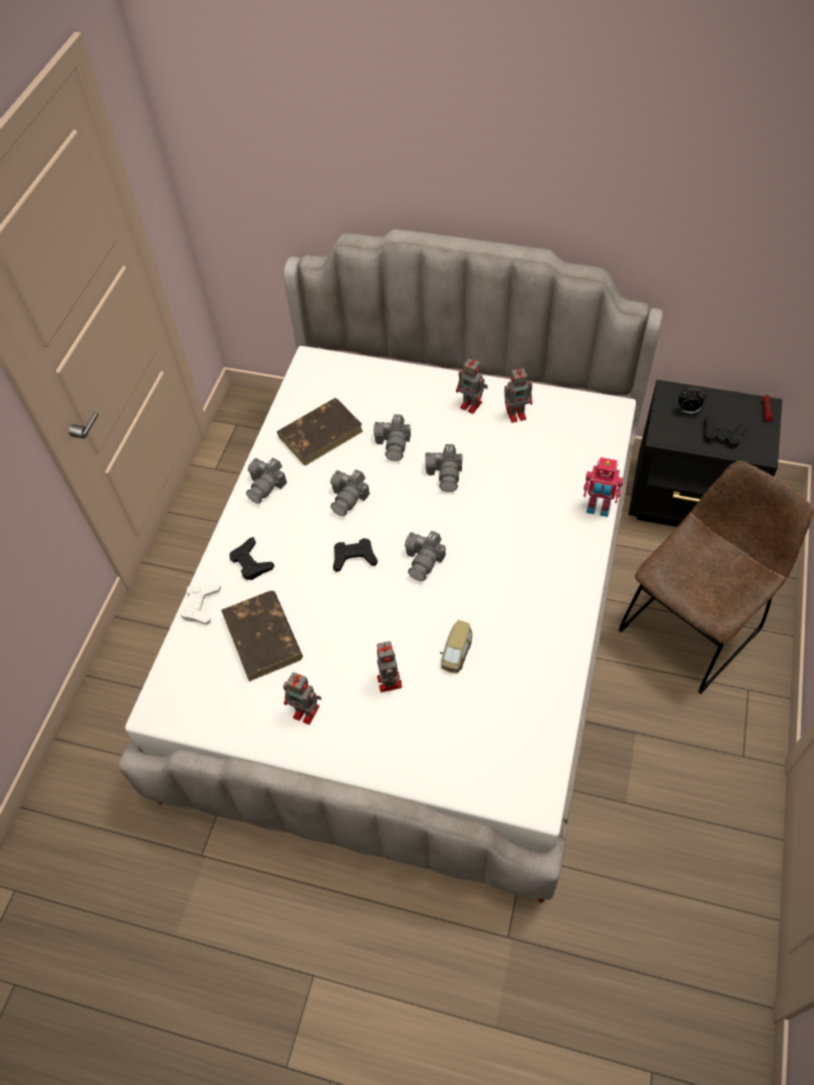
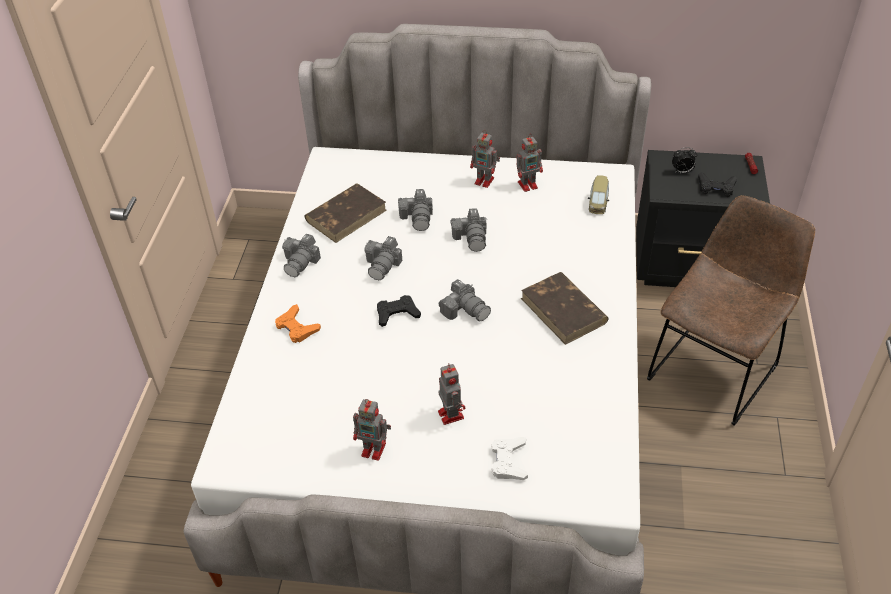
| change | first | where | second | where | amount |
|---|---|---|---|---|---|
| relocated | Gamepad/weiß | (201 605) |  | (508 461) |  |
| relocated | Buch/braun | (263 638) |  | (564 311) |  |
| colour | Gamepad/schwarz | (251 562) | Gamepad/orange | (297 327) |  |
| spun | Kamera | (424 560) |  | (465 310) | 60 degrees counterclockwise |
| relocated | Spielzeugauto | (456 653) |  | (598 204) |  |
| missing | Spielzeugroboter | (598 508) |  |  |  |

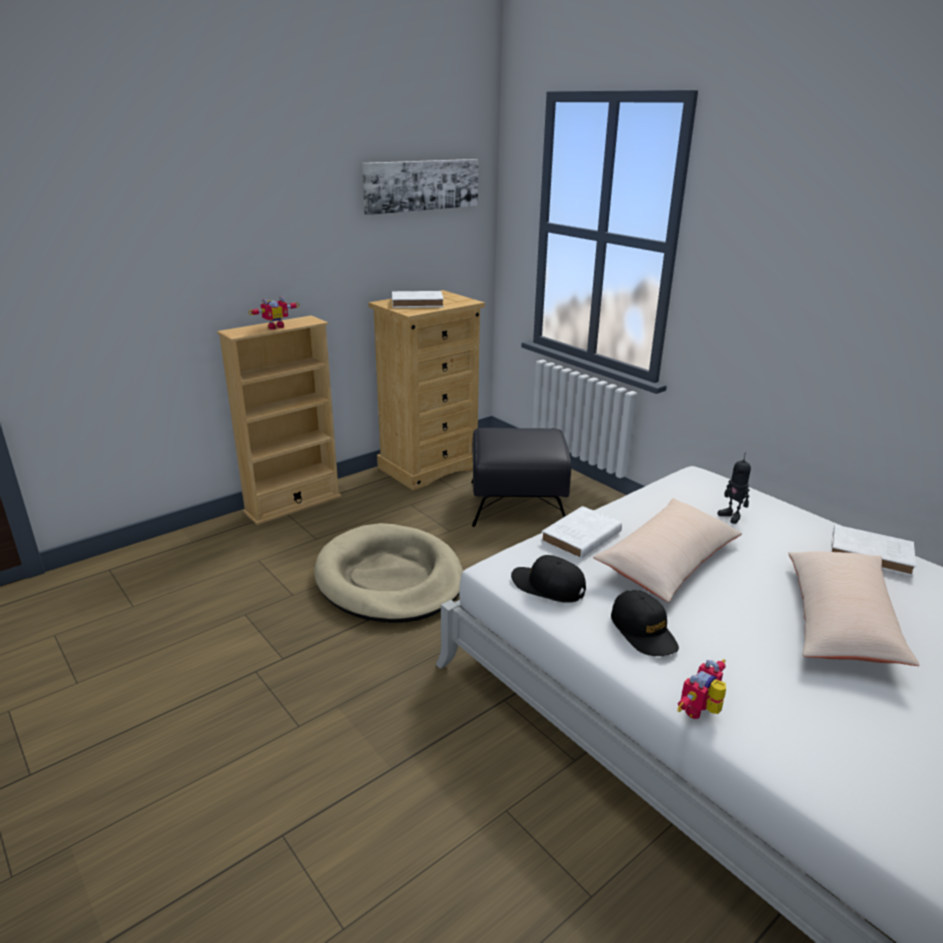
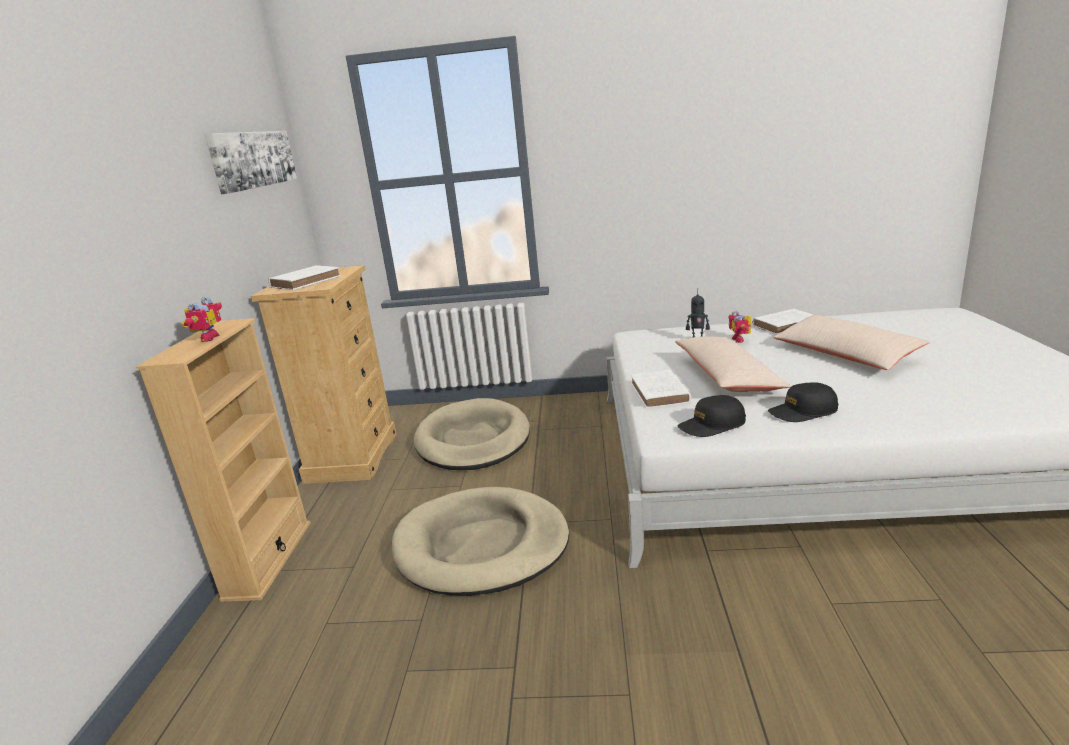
| change | first | where | second | where | amount |
|---|---|---|---|---|---|
| exchanged | Polsterhocker/schwarz | (516 503) | Hundebett/beige | (473 440) |  |
| spun | Kappe/schwarz | (643 631) |  | (803 412) | 150 degrees clockwise |
| relocated | Spielzeugroboter | (702 712) |  | (741 339) |  |

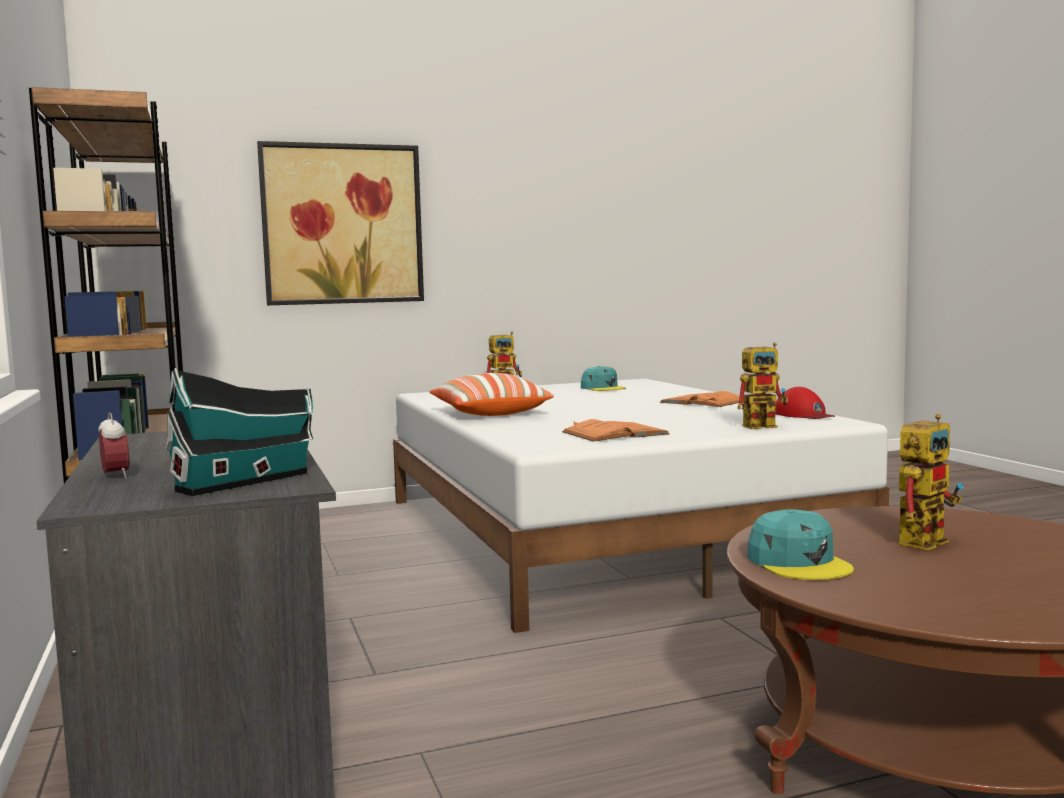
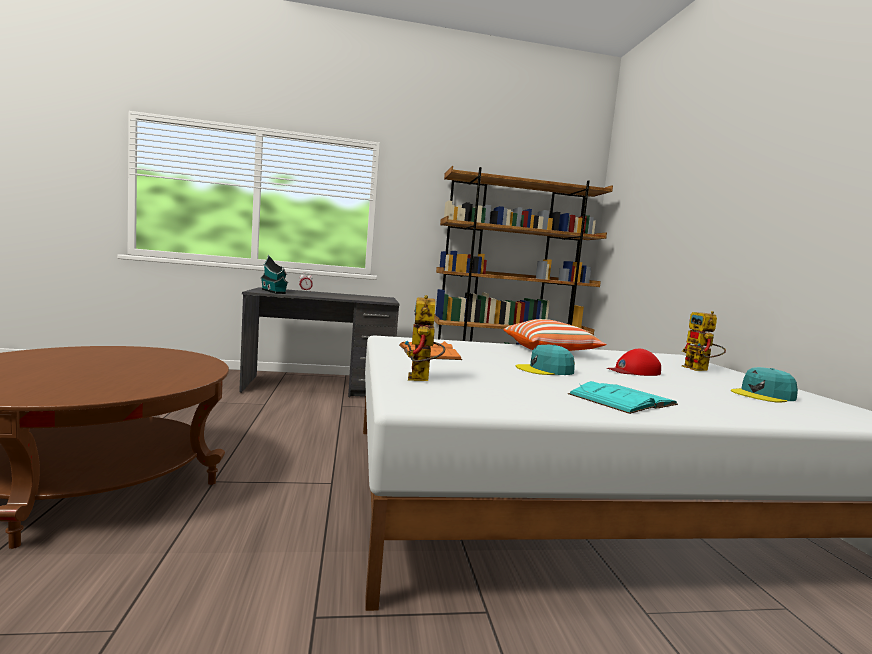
| change | first | where | second | where | amount |
|---|---|---|---|---|---|
| missing | Bild | (342 224) |  |  |  |
| colour | Buch/orange | (703 402) | Buch/türkis | (622 399) |  |
| relocated | Kappe/türkis | (799 562) |  | (545 370) |  |
| relocated | Kappe/rot | (803 415) |  | (633 371) |  |
| missing | Spielzeugroboter | (924 539) |  |  |  |

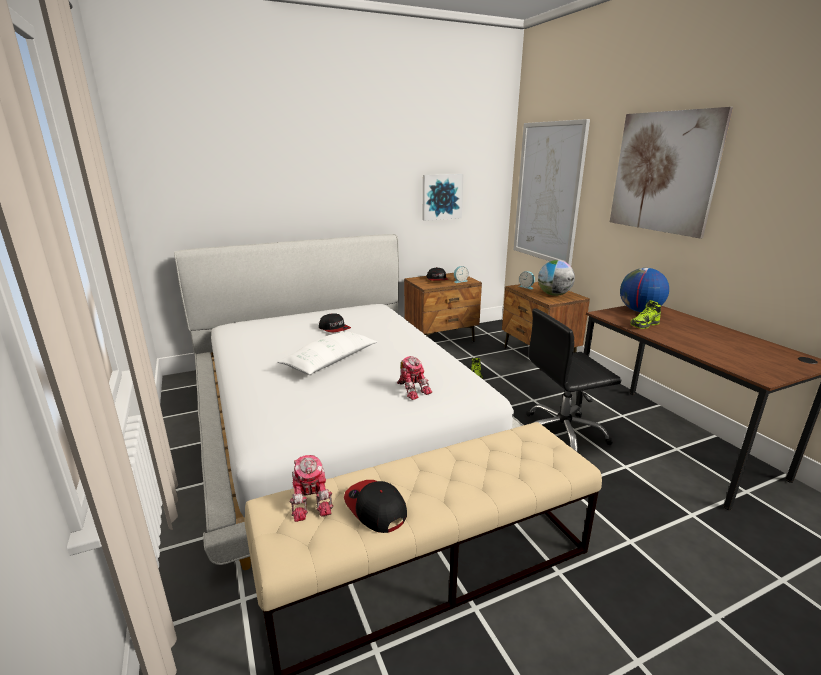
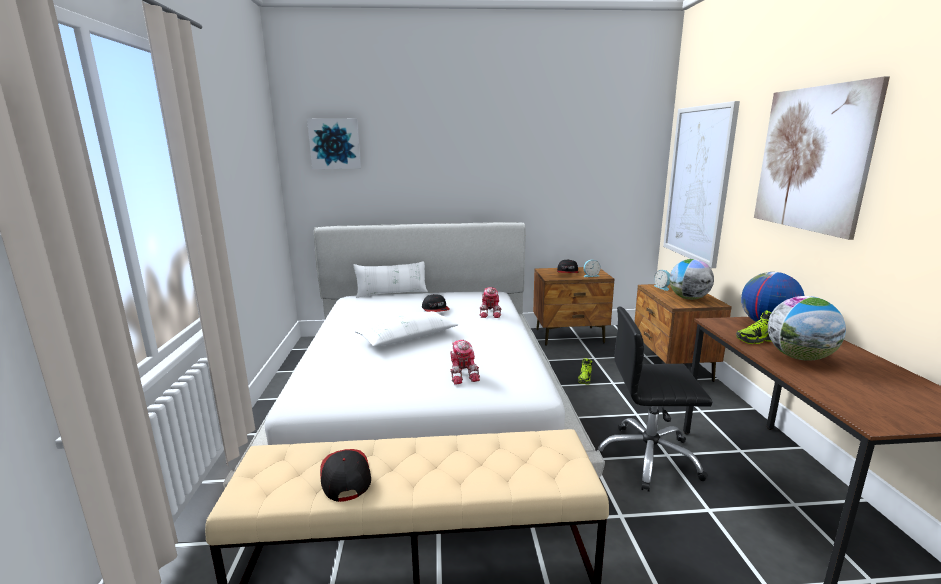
| change | first | where | second | where | amount |
|---|---|---|---|---|---|
| relocated | Spielzeugroboter | (312 500) |  | (491 313) |  |
| relocated | Bild | (441 197) |  | (335 144) |  |
| appeared |  |  | Kissen/weiß | (392 294) |  |
| appeared |  |  | Globus | (799 357) |  |

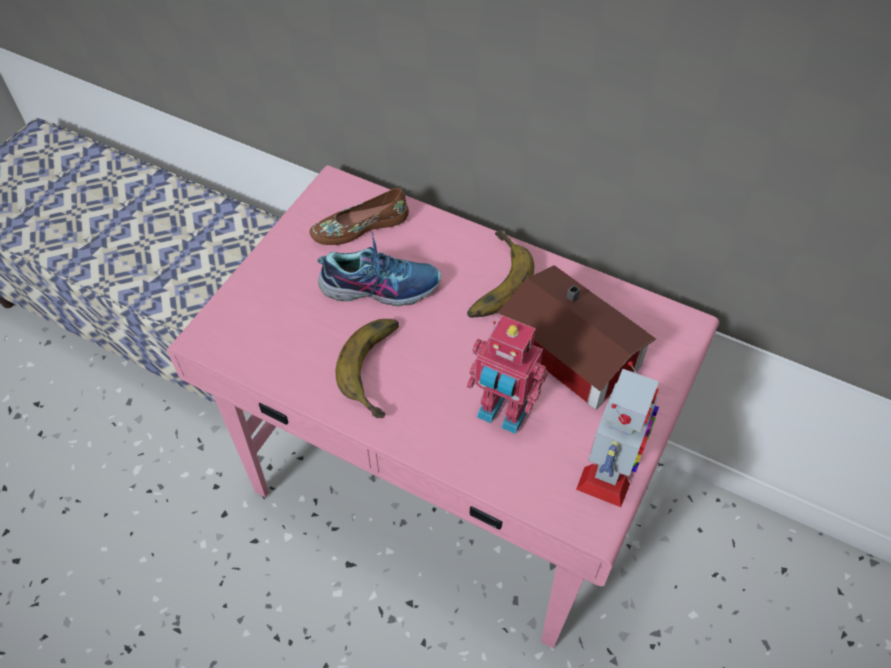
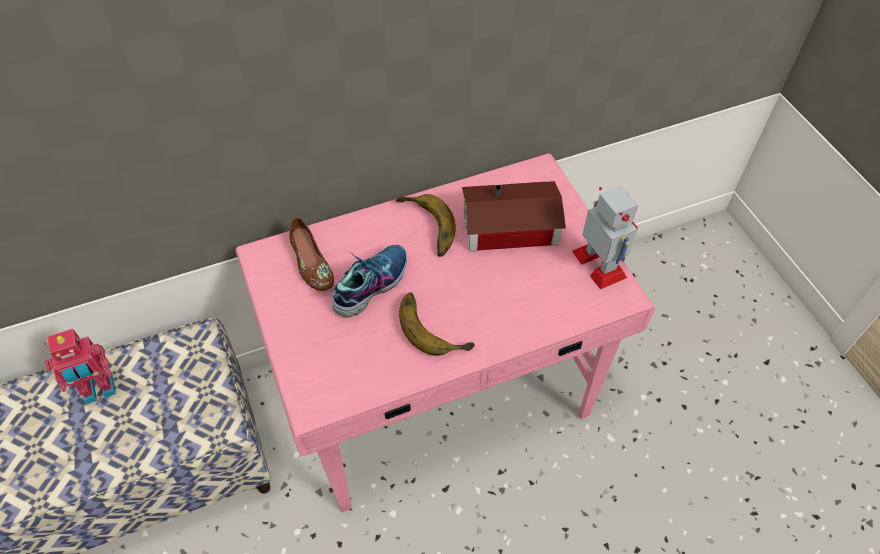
| change | first | where | second | where | amount |
|---|---|---|---|---|---|
| spun | Schuh/braun | (359 226) |  | (311 263) | 45 degrees counterclockwise |
| relocated | Spielzeugroboter | (502 414) |  | (99 390) |  |

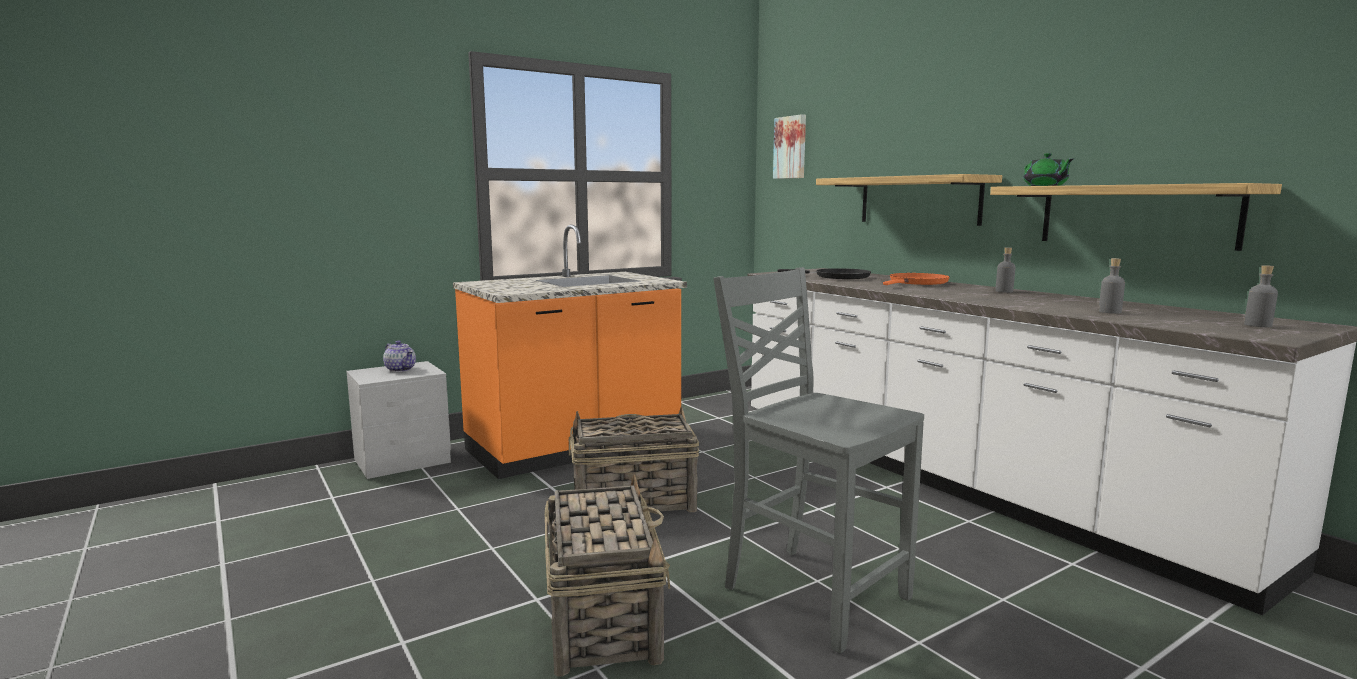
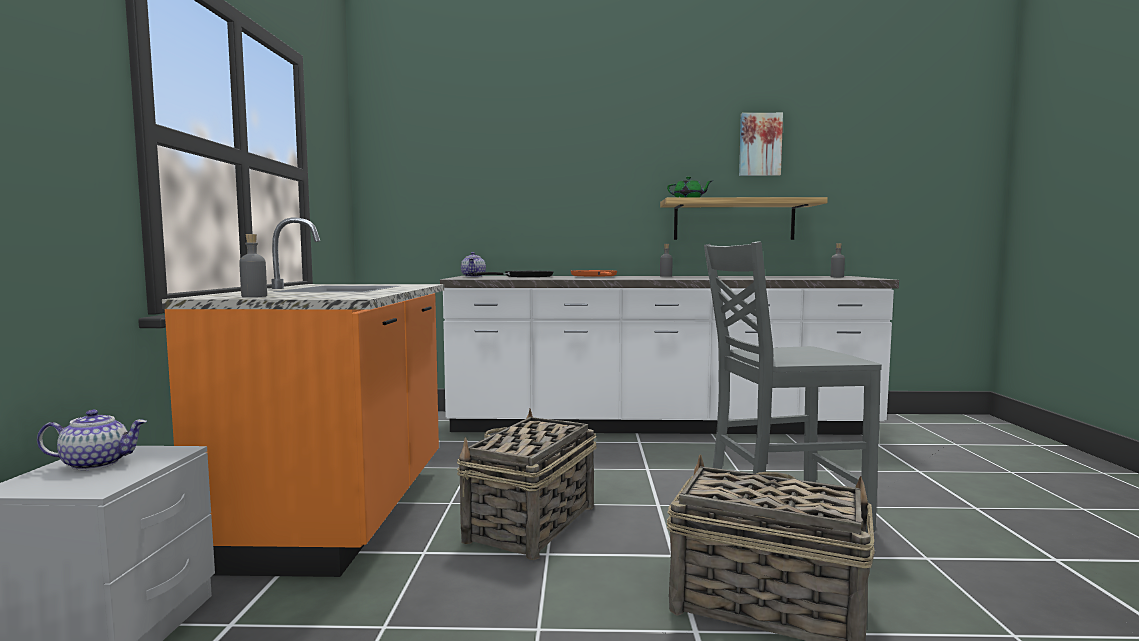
| change | first | where | second | where | amount |
|---|---|---|---|---|---|
| relocated | Bild | (791 147) |  | (759 145) |  |
| missing | Wandregal | (918 200) |  |  |  |
| relocated | Flasche/grau | (1109 312) |  | (254 296) |  |
| appeared |  |  | Teekanne | (473 276) |  |

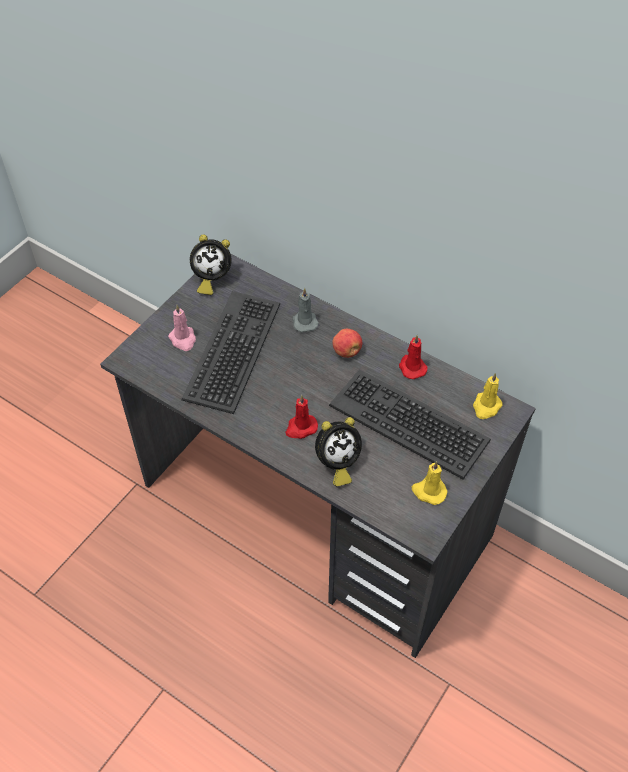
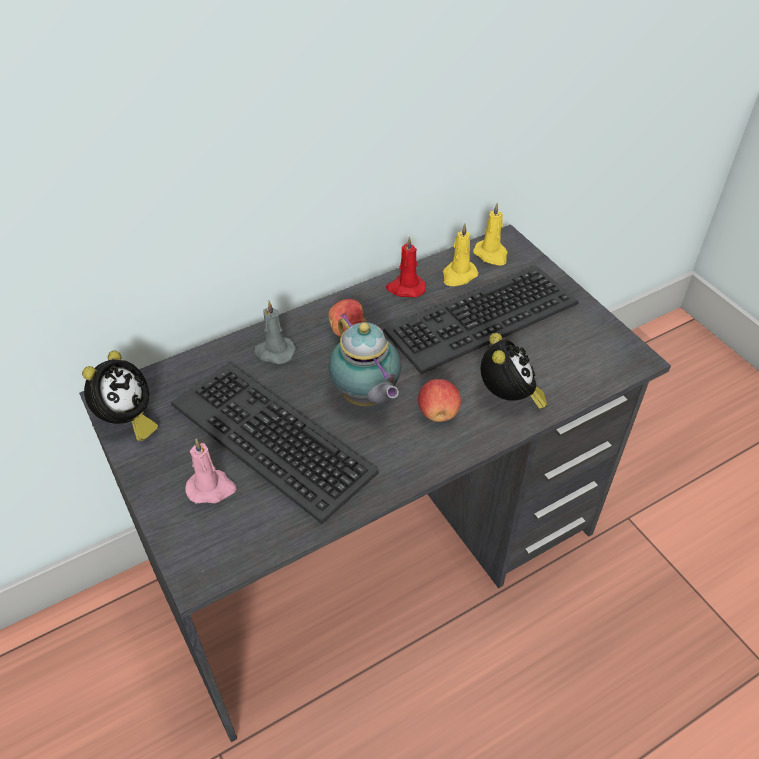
| change | first | where | second | where | amount |
|---|---|---|---|---|---|
| exchanged | Kerze/rot | (301 428) | Apfel | (438 412) |  |
| relocated | Kerze/gelb | (428 491) |  | (458 275) |  |
| appeared |  |  | Teekanne | (366 398) |  |

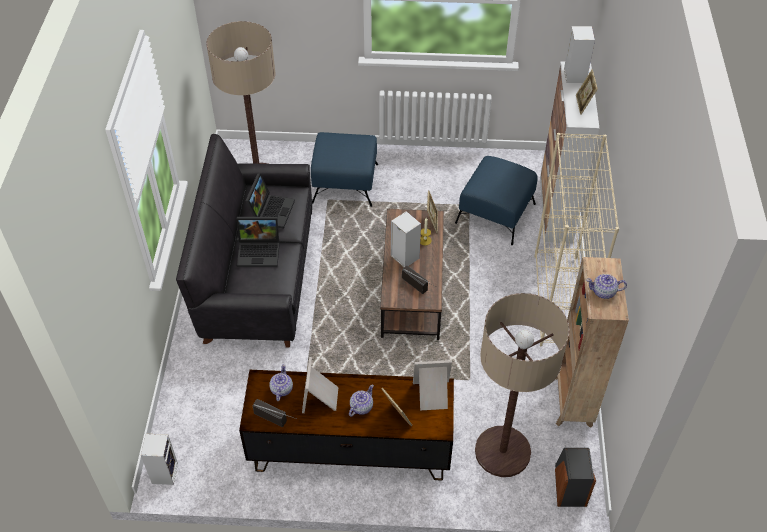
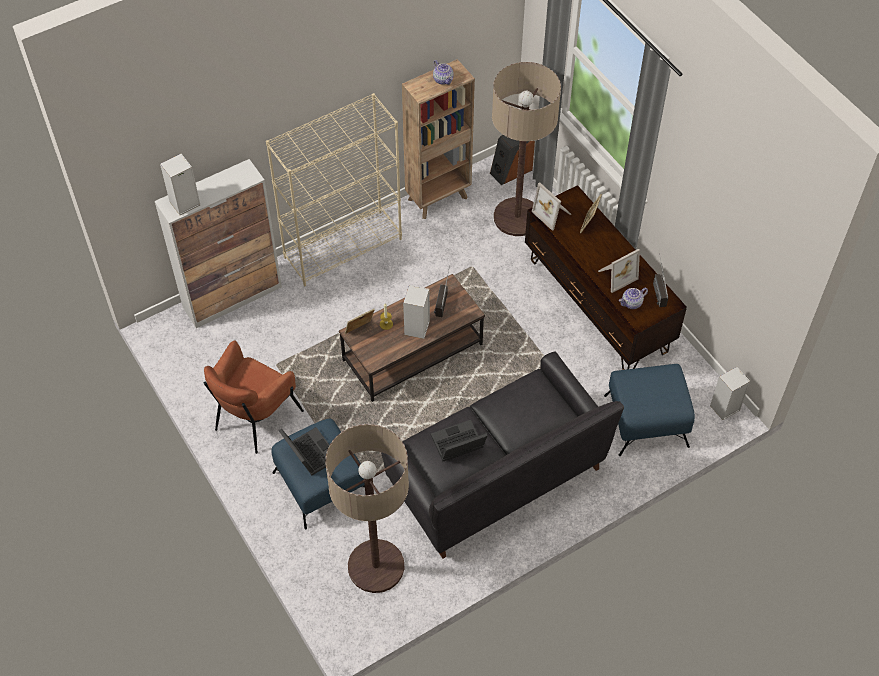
| change | first | where | second | where | amount |
|---|---|---|---|---|---|
| relocated | Laptop | (260 251) |  | (308 453) |  |
| missing | Teekanne | (361 407) |  |  |  |
| relocated | Polsterhocker/blau | (496 213) |  | (645 420) |  |
| missing | Bilderrahmen | (583 105) |  |  |  |
| appeared |  |  | Sessel/braun | (255 418) |  |

